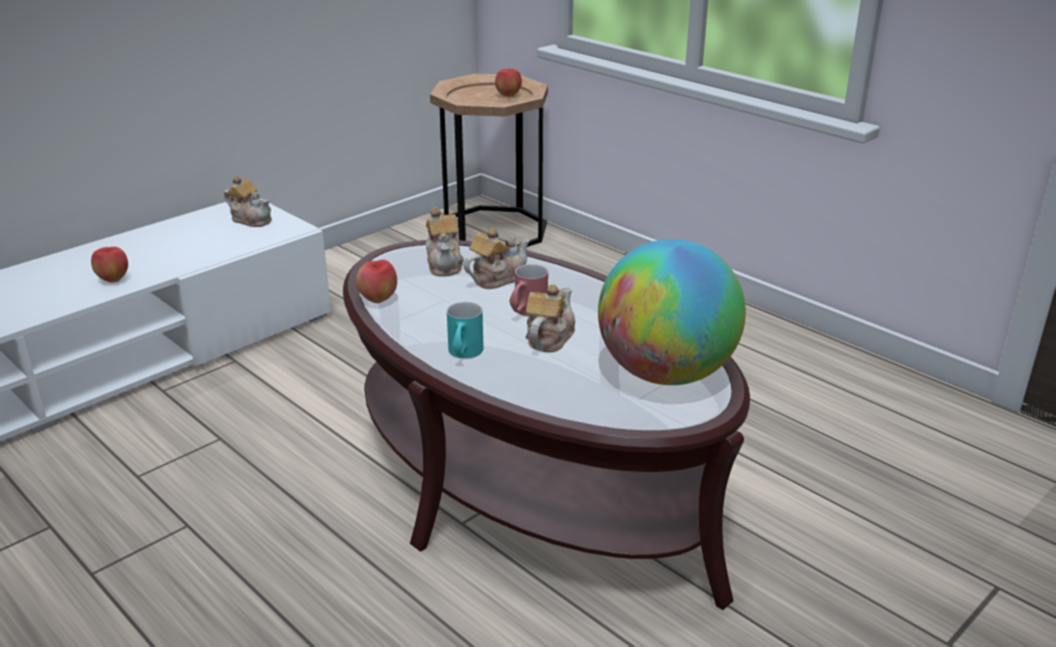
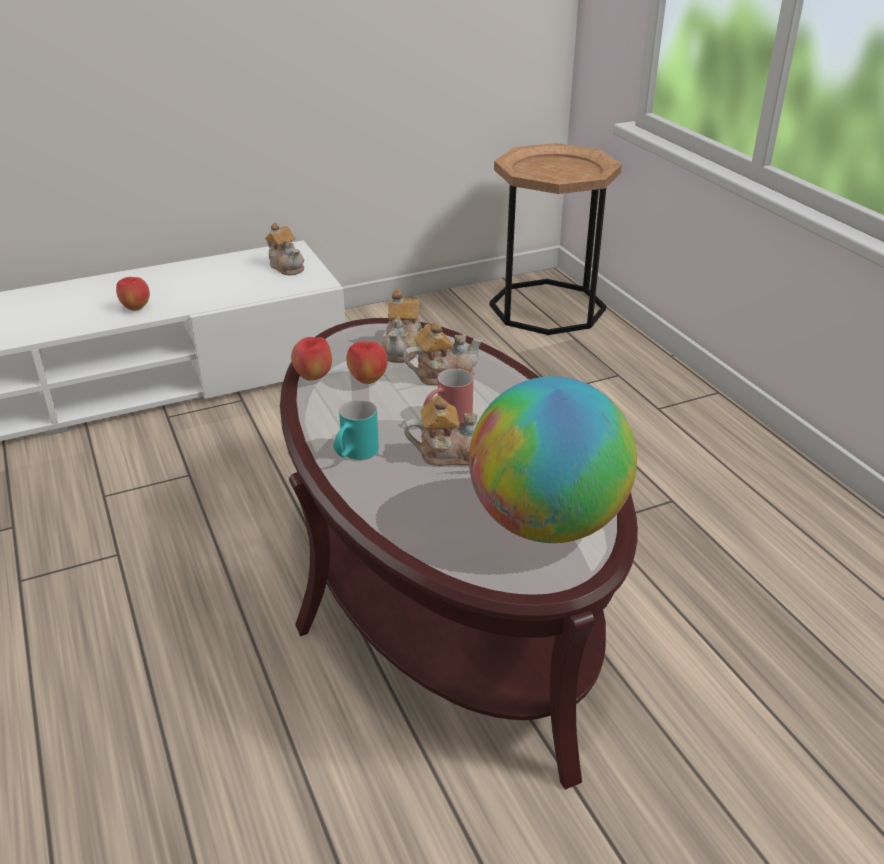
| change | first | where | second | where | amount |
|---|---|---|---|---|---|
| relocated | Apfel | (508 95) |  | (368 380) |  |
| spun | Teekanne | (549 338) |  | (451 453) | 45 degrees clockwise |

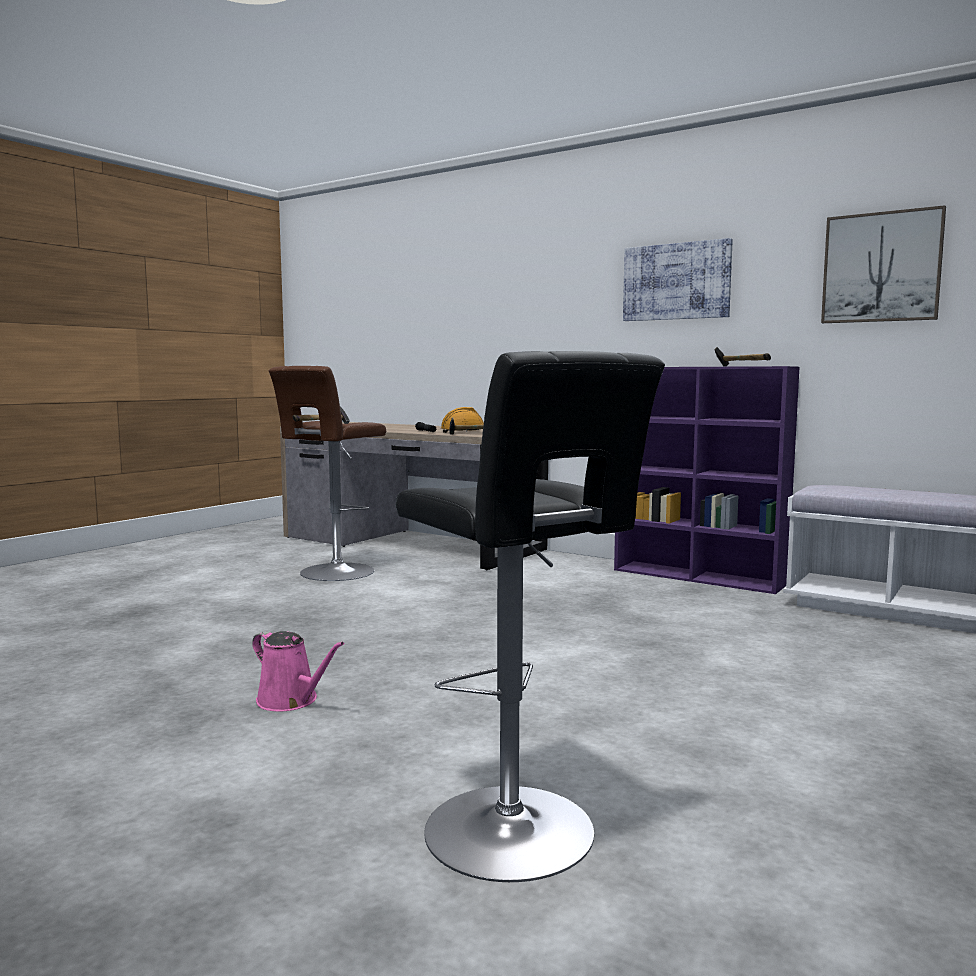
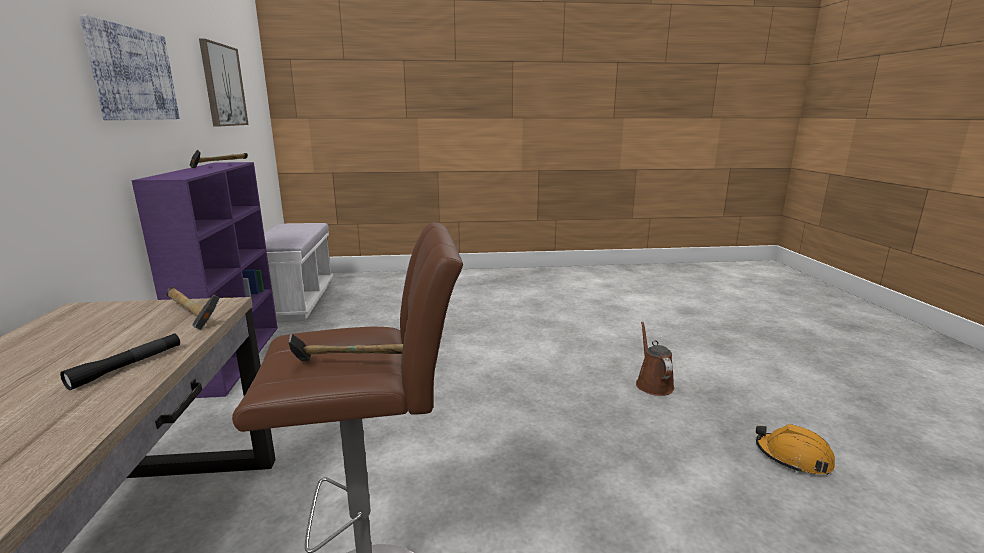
| change | first | where | second | where | amount |
|---|---|---|---|---|---|
| colour | Gießkanne/rosa | (291 701) | Gießkanne/braun | (653 383) |  |
| missing | Hocker/schwarz | (517 836) |  |  |  |
| relocated | Schutzhelm/orange | (465 432) |  | (793 458) |  |

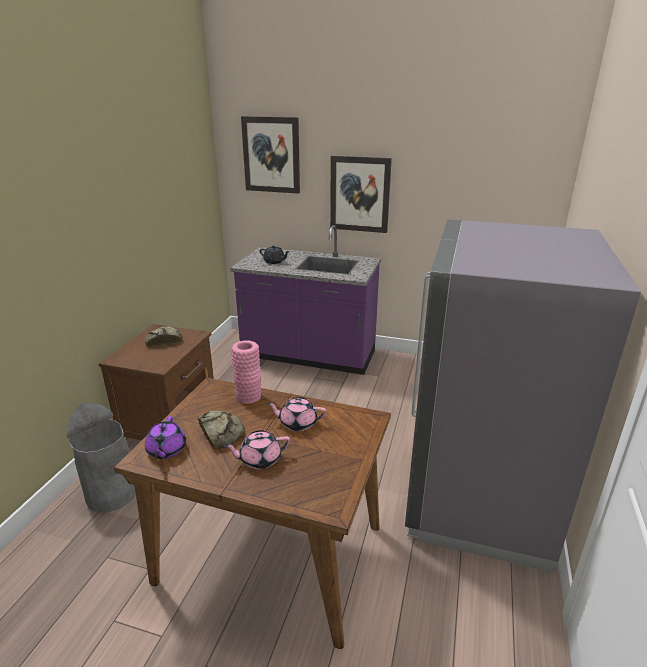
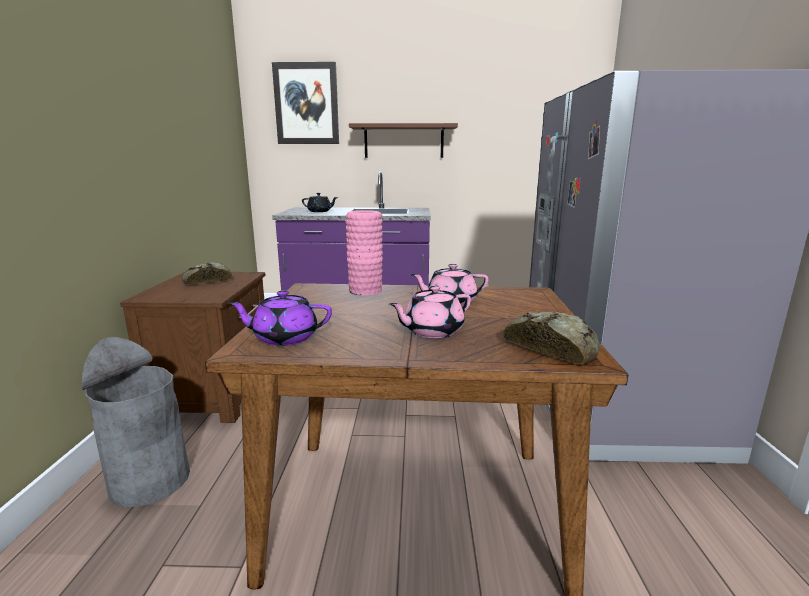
| change | first | where | second | where | amount |
|---|---|---|---|---|---|
| spun | Teekanne/lila | (166 450) |  | (284 338) | 105 degrees clockwise |
| relocated | Brot | (220 433) |  | (552 346) |  |
| exchanged | Bild | (360 194) | Wandregal/braun | (403 141) |  |

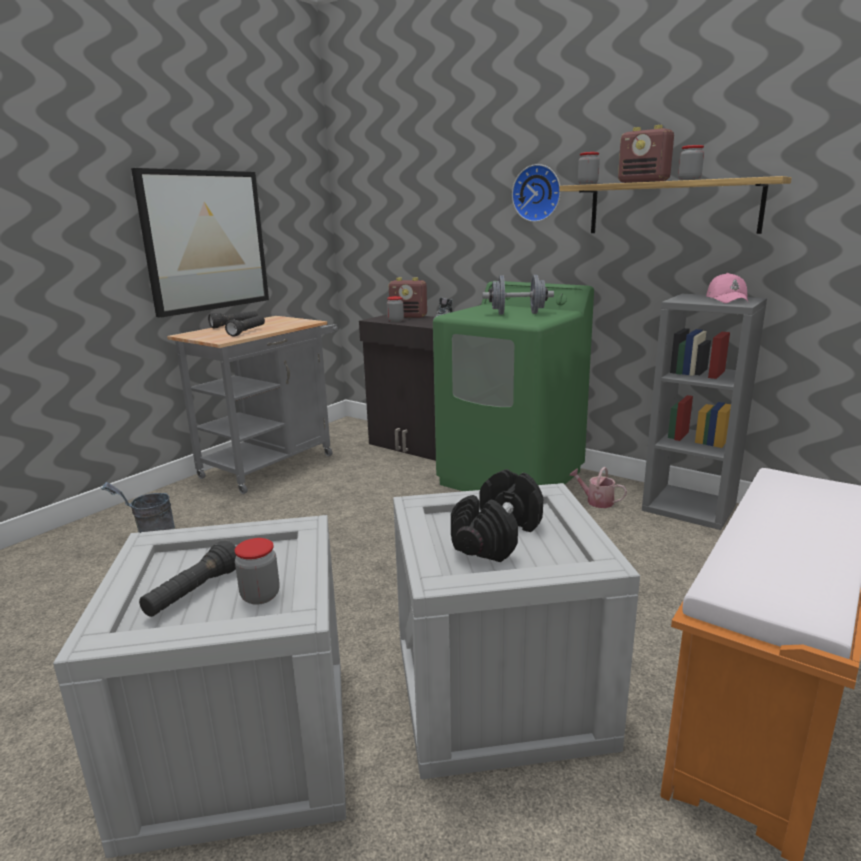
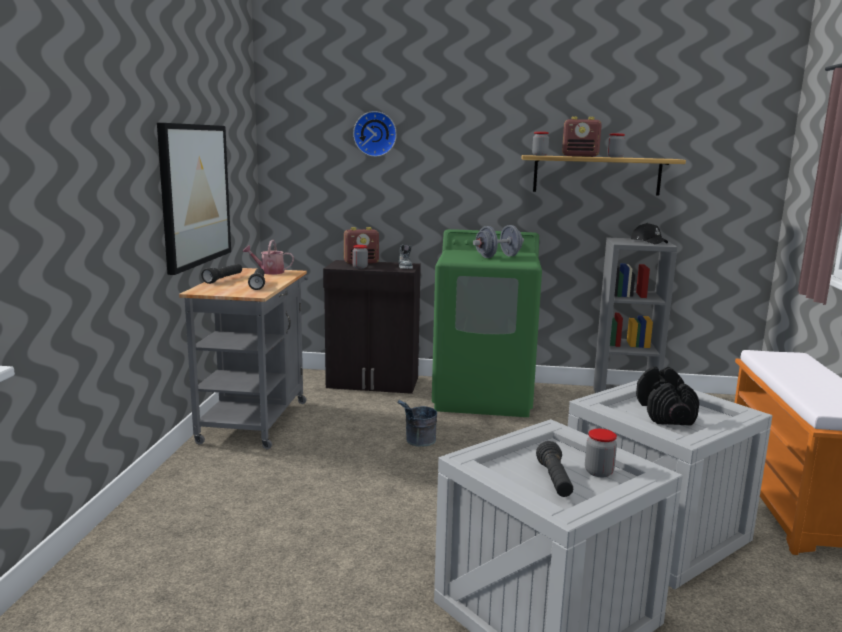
| change | first | where | second | where | amount |
|---|---|---|---|---|---|
| relocated | Eimer/grau | (149 532) |  | (417 442) |  |
| relocated | Wanduhr | (537 193) |  | (375 134) |  |
| relocated | Gießkanne | (596 501) |  | (269 272) |  |
| colour | Kappe/rosa | (727 299) | Kappe/schwarz | (648 241) |  |

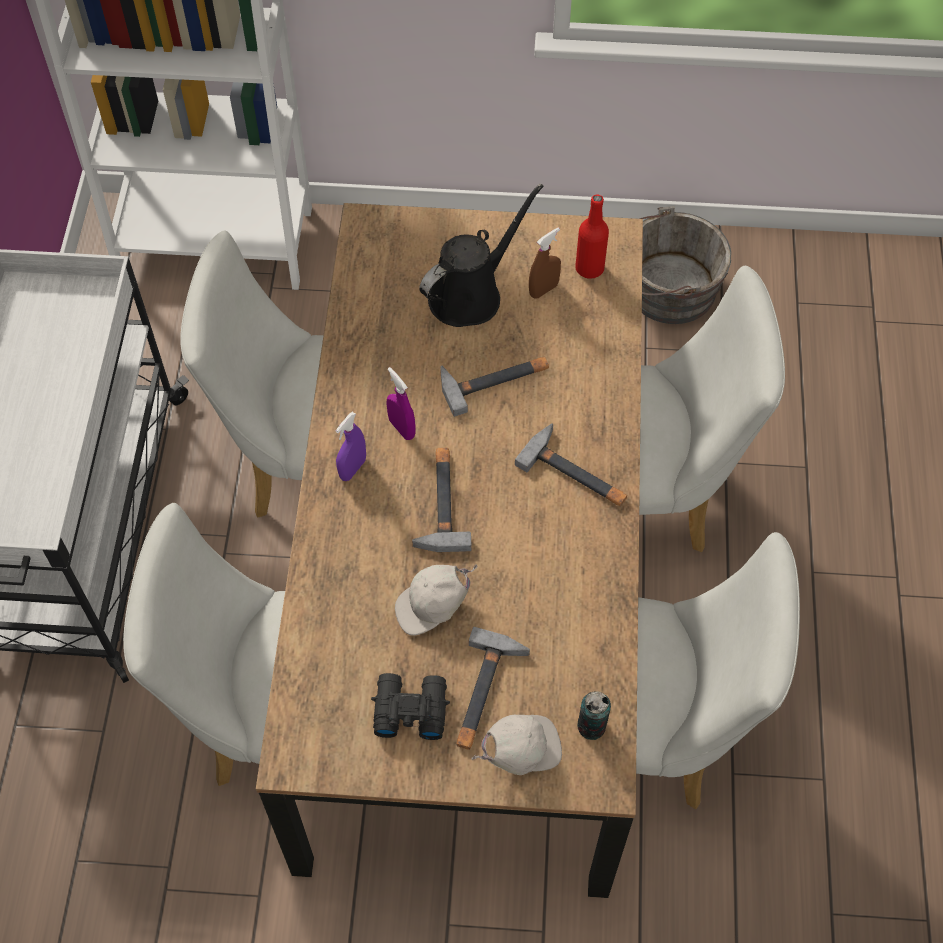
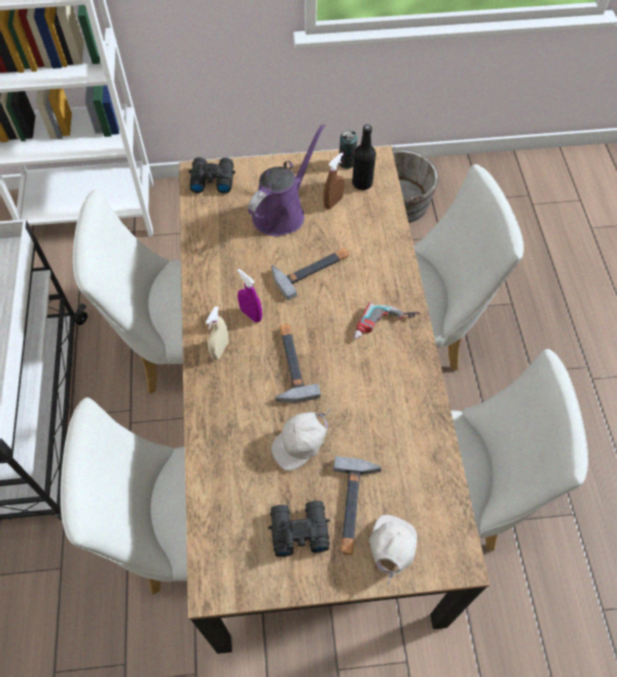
| change | first | where | second | where | amount |
|---|---|---|---|---|---|
| colour | Sprühflasche/lila | (352 469) | Sprühflasche/beige | (220 350) |  |
| colour | Gießkanne/schwarz | (470 294) | Gießkanne/lila | (282 212) |  |
| spun | Kappe/weiß | (520 750) |  | (390 548) | 45 degrees counterclockwise |
| exchanged | Hammer | (576 473) | Bohrmaschine | (385 328) |  |
| colour | Flasche/rot | (589 268) | Flasche/schwarz | (362 183) |  |
| relocated | Dose | (591 726) |  | (347 163) |  |
| appeared |  |  | Fernglas/schwarz | (211 179) |  |

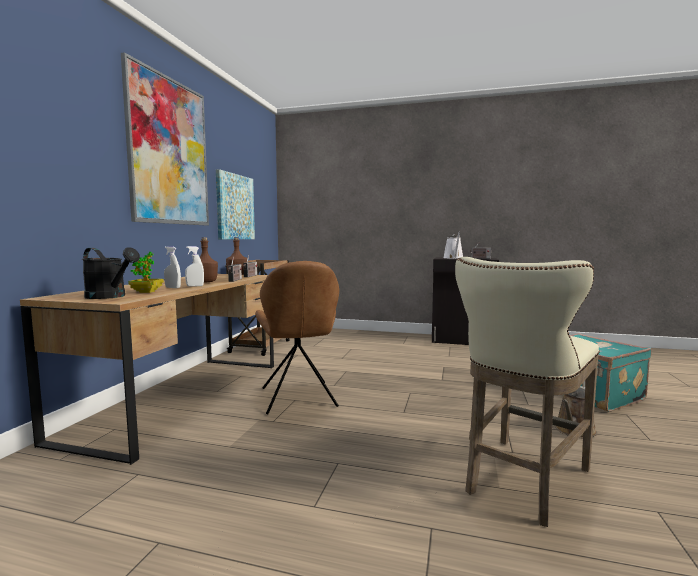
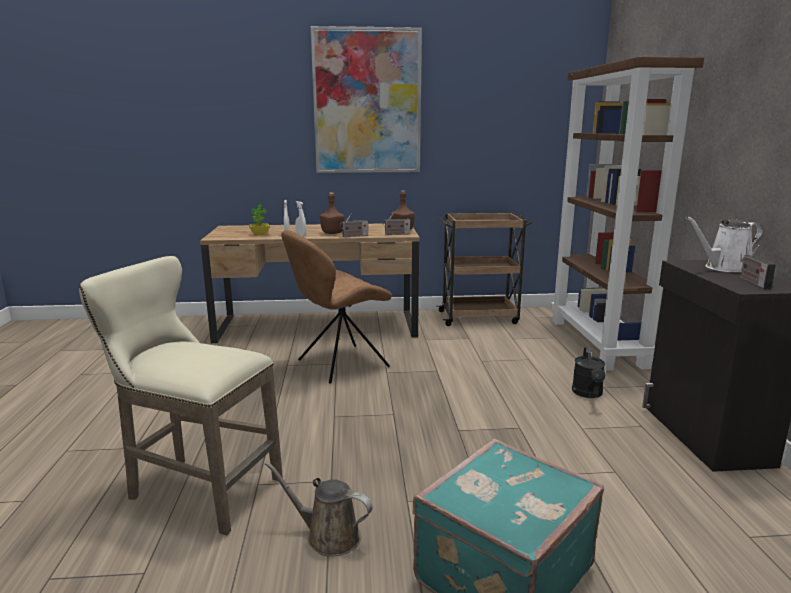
| change | first | where | second | where | amount |
|---|---|---|---|---|---|
| relocated | Gießkanne/schwarz | (110 297) |  | (588 394) |  |
| missing | Bild | (235 207) |  |  |  |
| appeared |  |  | Bücherregal/braun | (598 343) |  |

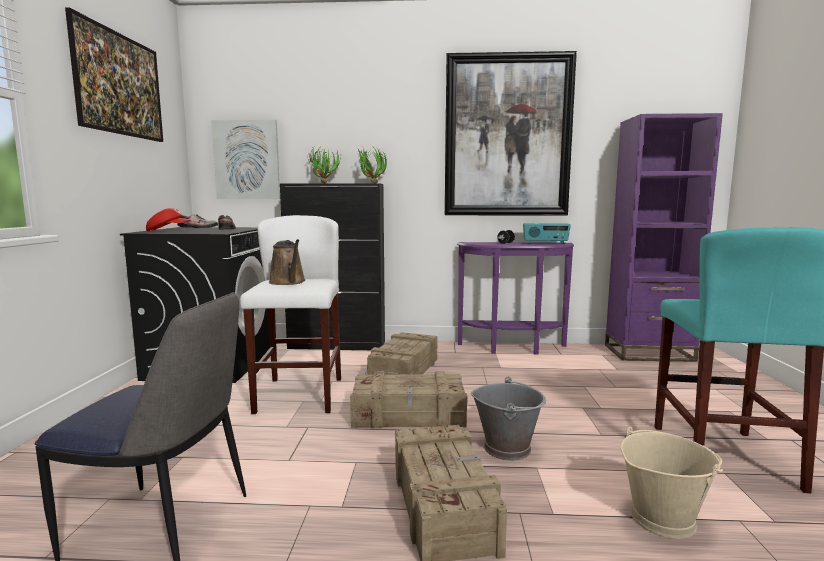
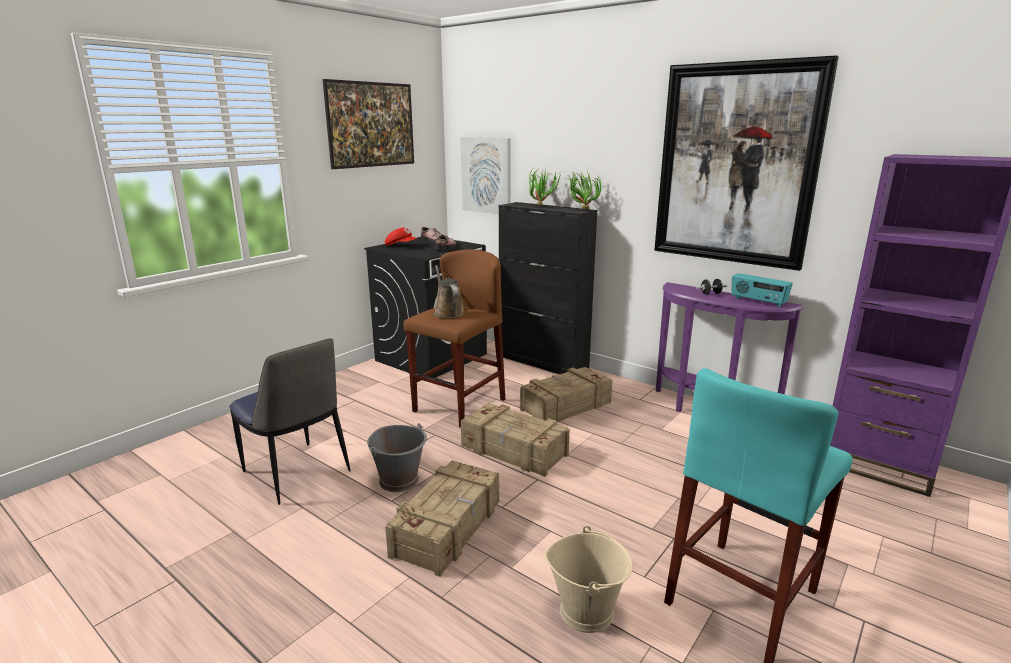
| change | first | where | second | where | amount |
|---|---|---|---|---|---|
| colour | Hocker/weiß | (299 395) | Hocker/braun | (459 405) |  |
| spun | Gießkanne/braun | (288 282) |  | (448 312) | 150 degrees clockwise |
| relocated | Eimer/grau | (507 448) |  | (399 480) |  |

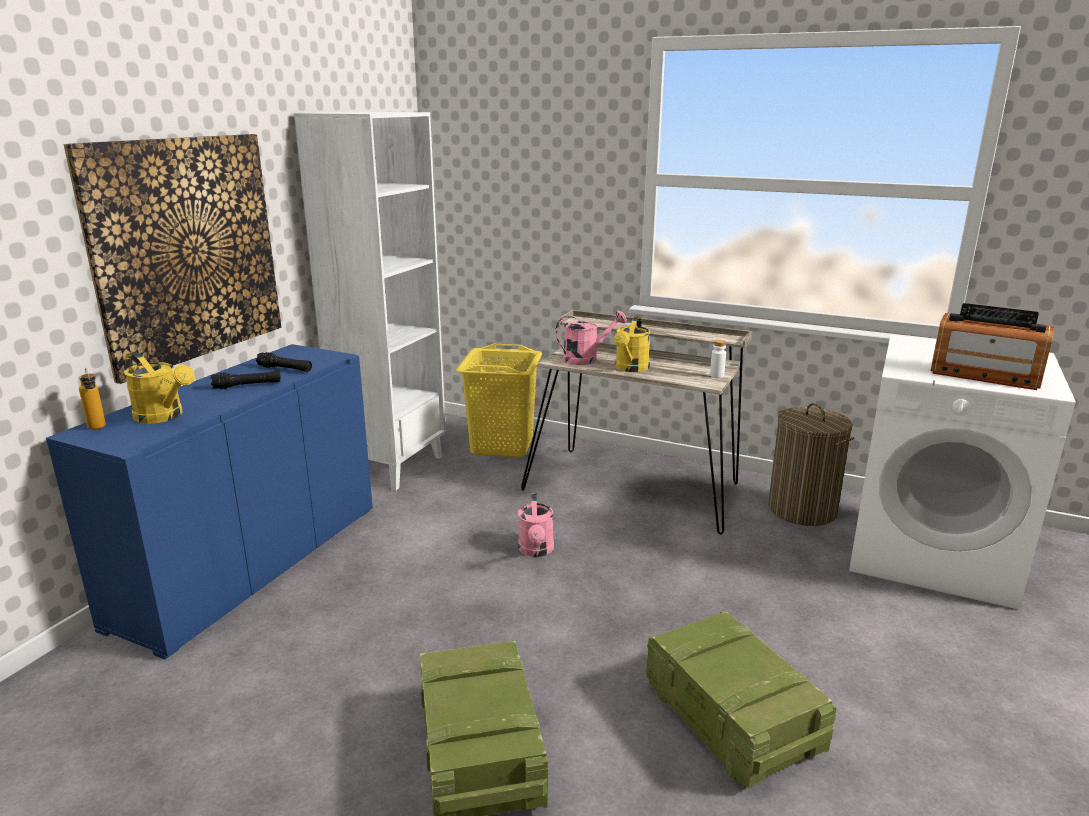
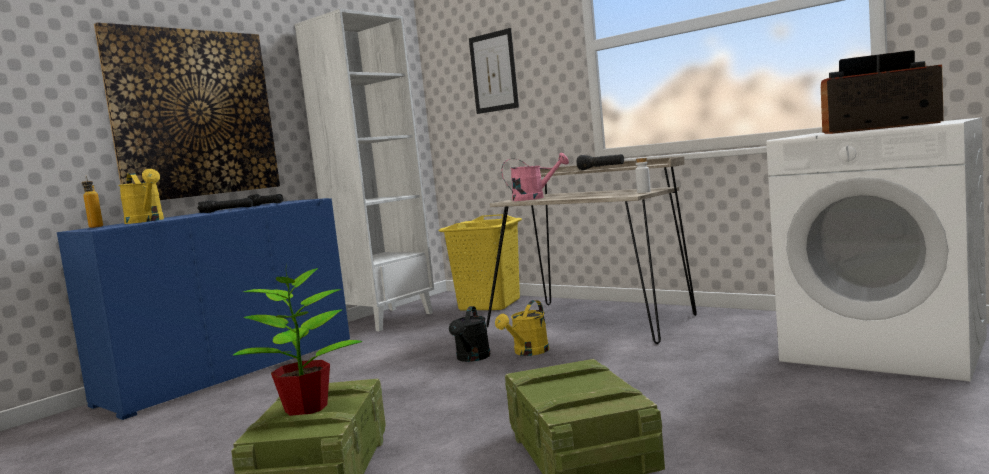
| change | first | where | second | where | amount |
|---|---|---|---|---|---|
| colour | Gießkanne/rosa | (536 551) | Gießkanne/schwarz | (472 358) |  |
| relocated | Gießkanne/gelb | (630 368) |  | (528 352) |  |
| missing | Wäschekorb | (802 509) |  |  |  |
| spun | Radio | (984 375) |  | (880 128) | 150 degrees clockwise |
| appeared |  |  | Topfpflanze | (307 408) |  |
| appeared |  |  | Bild | (493 72) |  |
| appeared |  |  | Taschenlampe/schwarz | (601 168) |  |

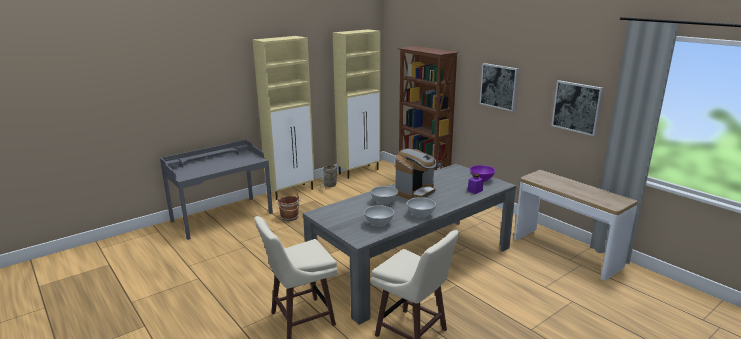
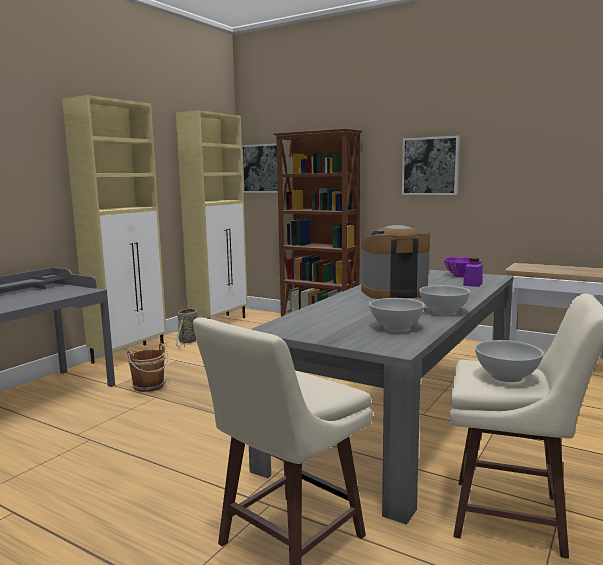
| change | first | where | second | where | amount |
|---|---|---|---|---|---|
| relocated | Schüssel/weiß | (384 202) |  | (506 377) |  |
| spun | Kaffeemaschine | (415 192) |  | (394 293) | 120 degrees counterclockwise |
| relocated | Bild | (577 107) |  | (262 168) |  |

